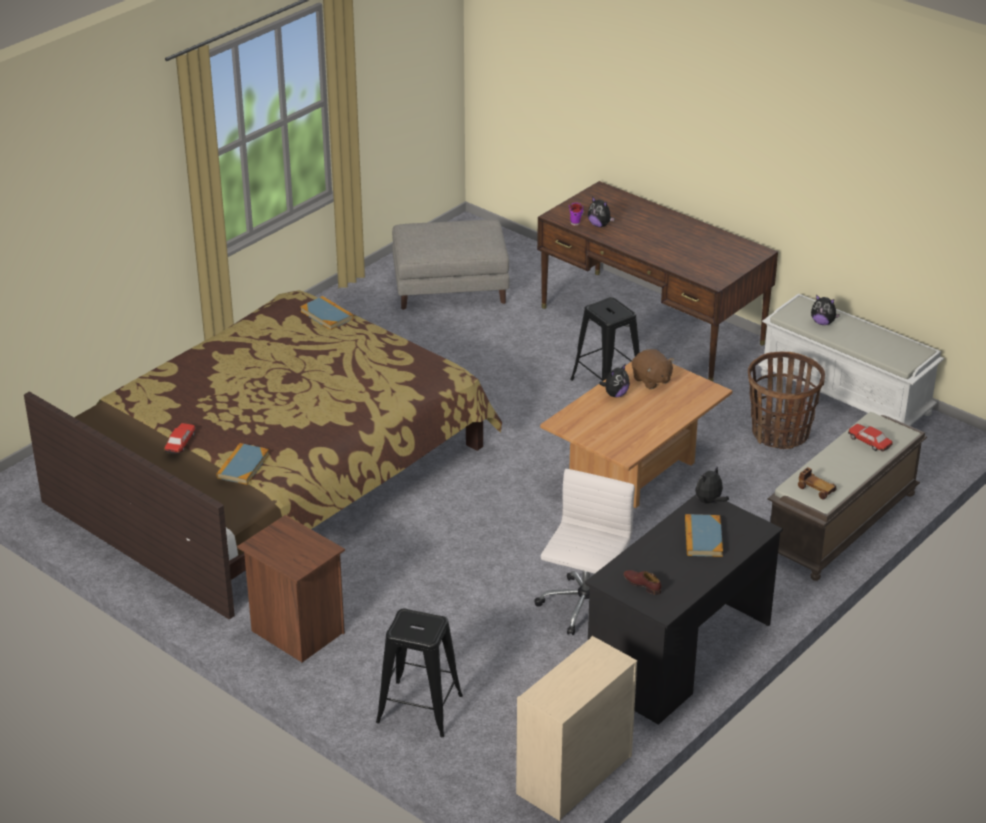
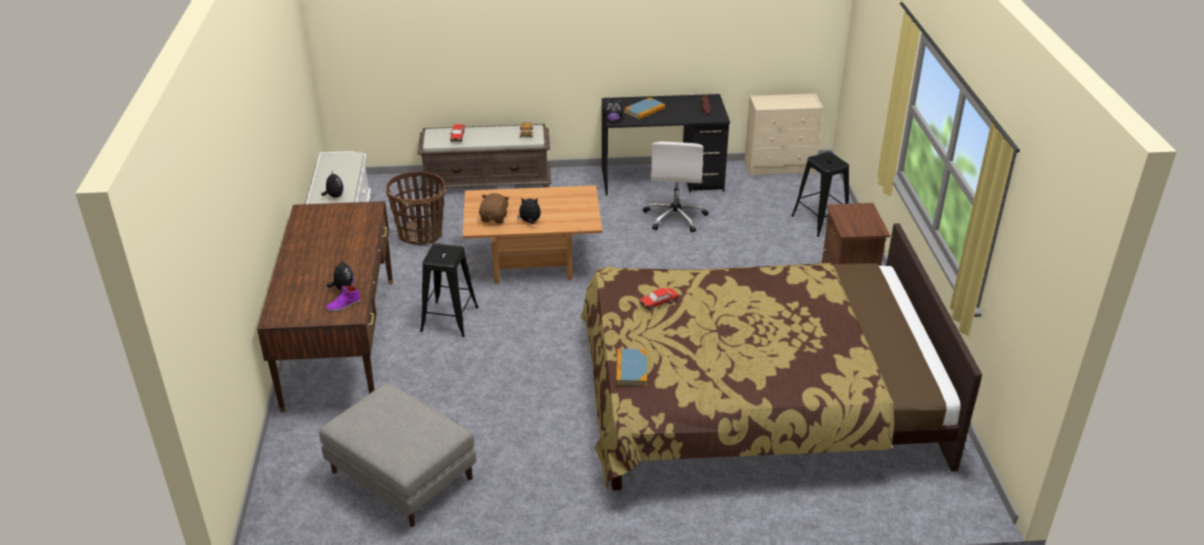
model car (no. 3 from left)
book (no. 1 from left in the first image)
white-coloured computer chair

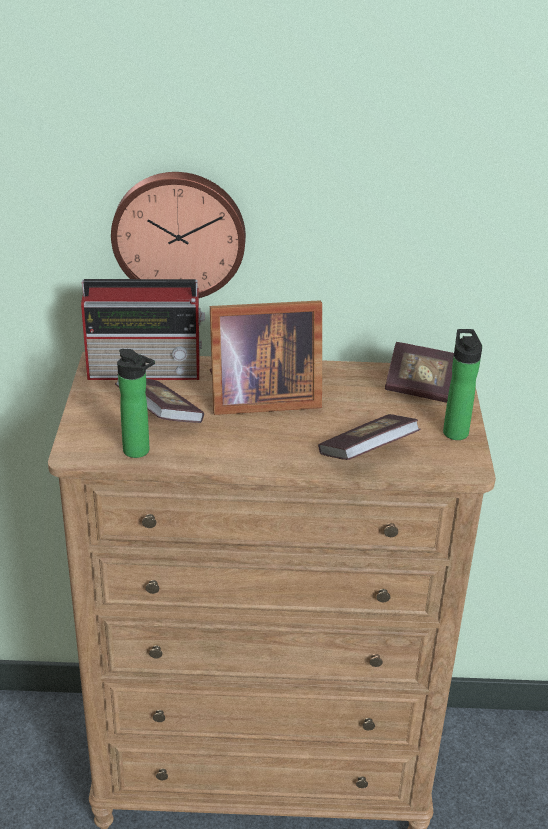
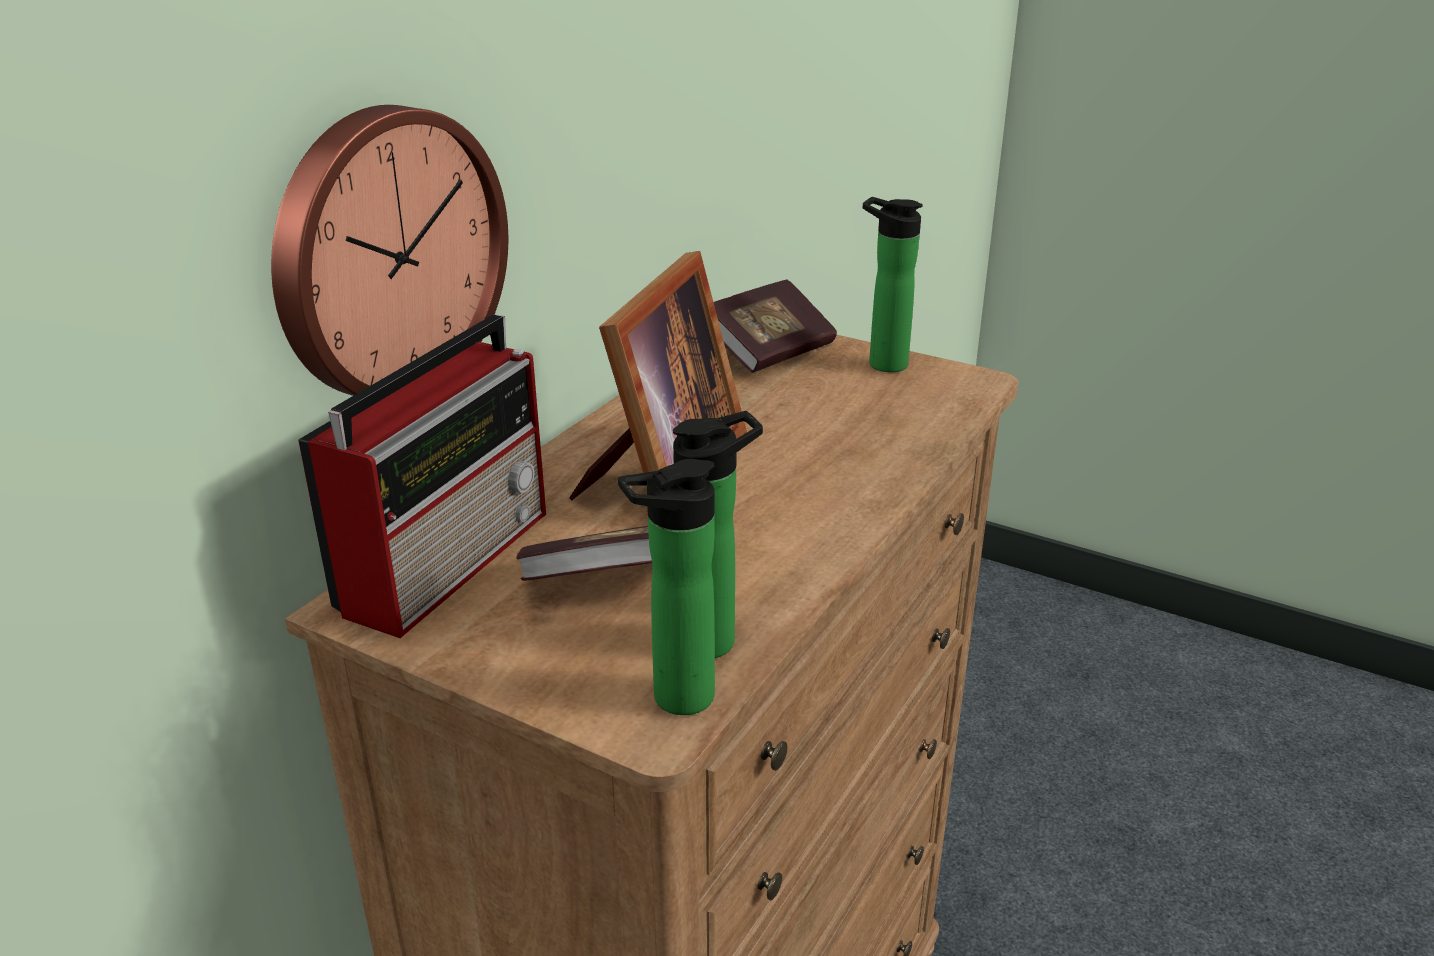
book (no. 2 from left in the first image)
drink bottle (no. 1 from left)

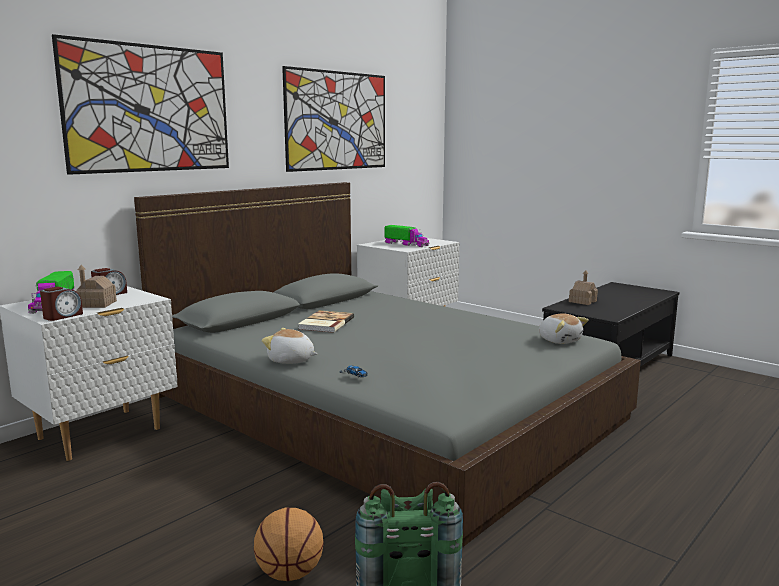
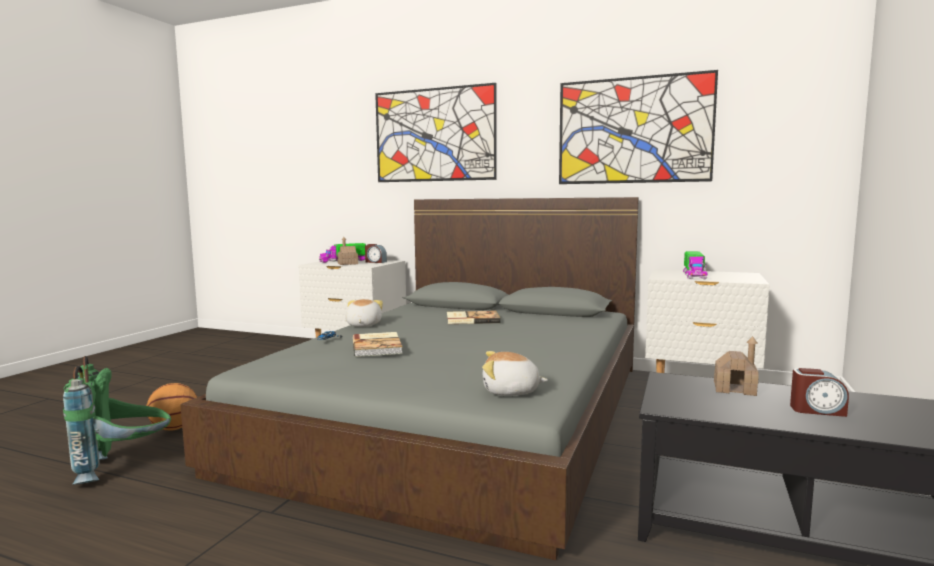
table clock (no. 2 from left)
plush toy (no. 2 from left)
book (no. 1 from left)

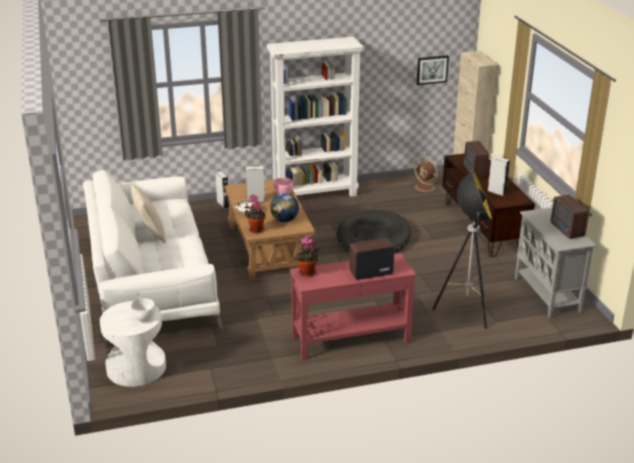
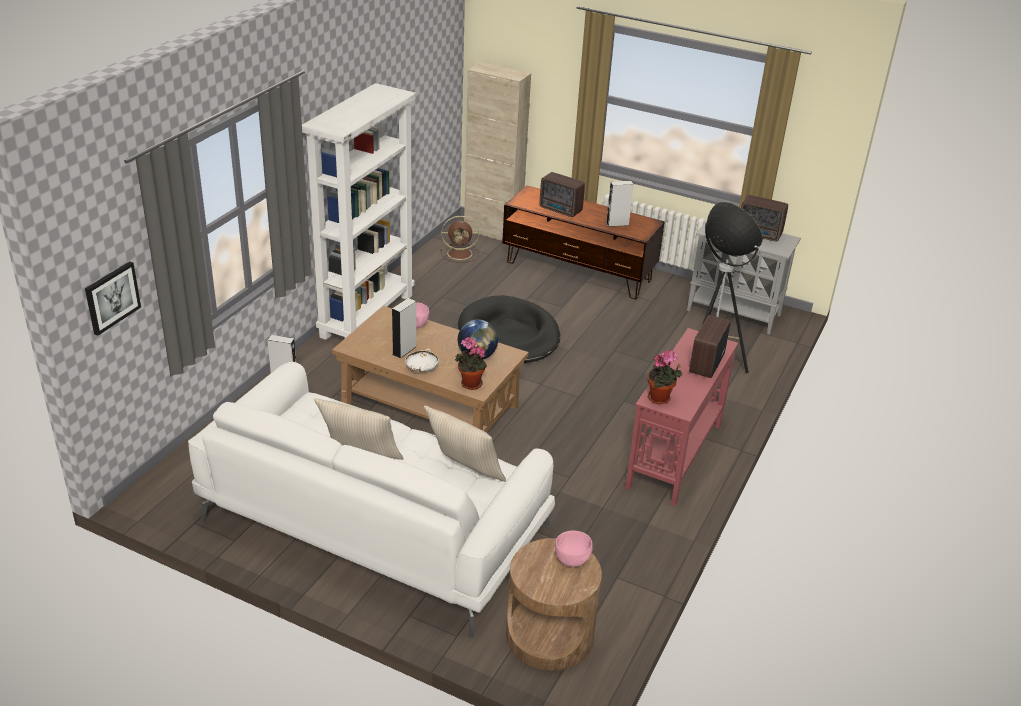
brownish side table
pinkish deep dish (no. 2 from left)
wall art
beige pillow (no. 2 from left)

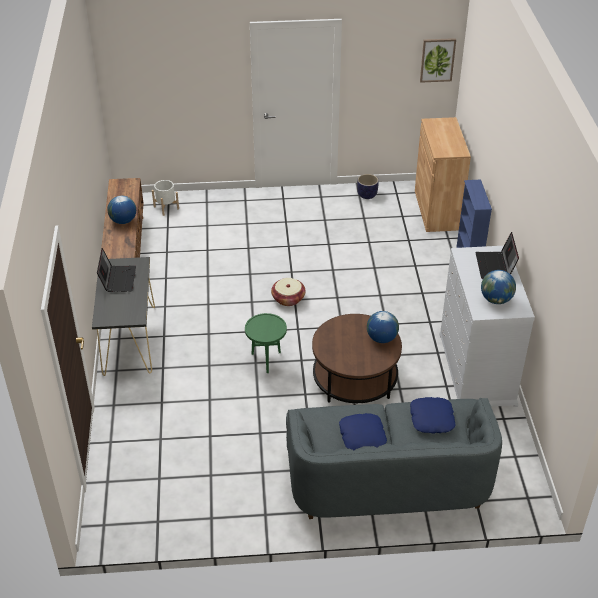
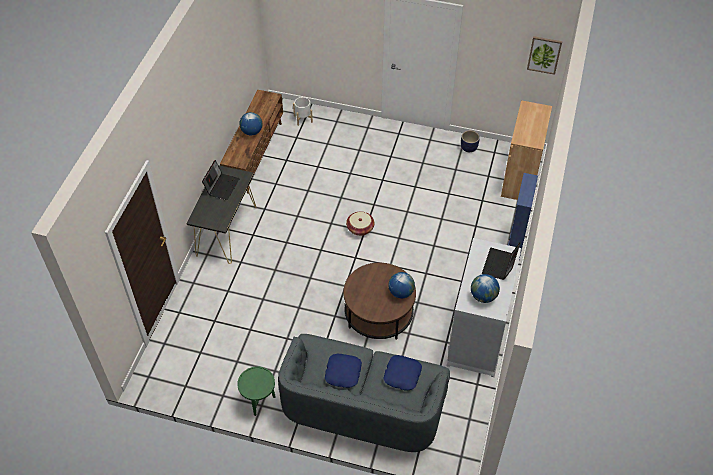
green-coloured side table

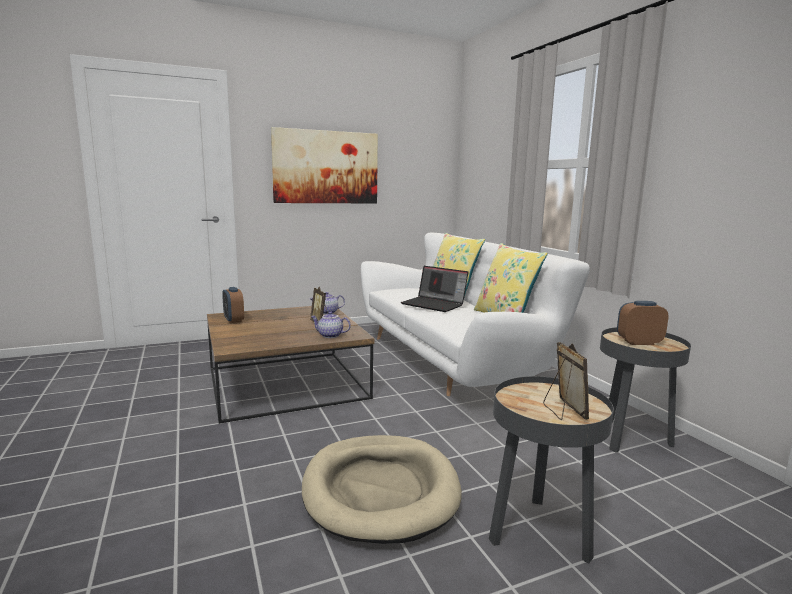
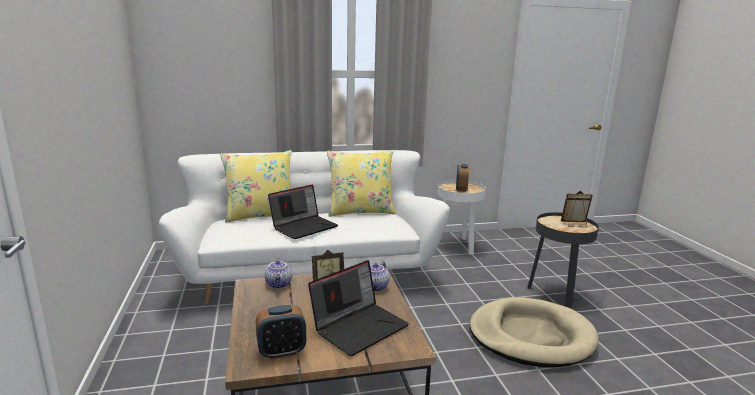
wall art
white-coloured side table
laptop (no. 2 from left)

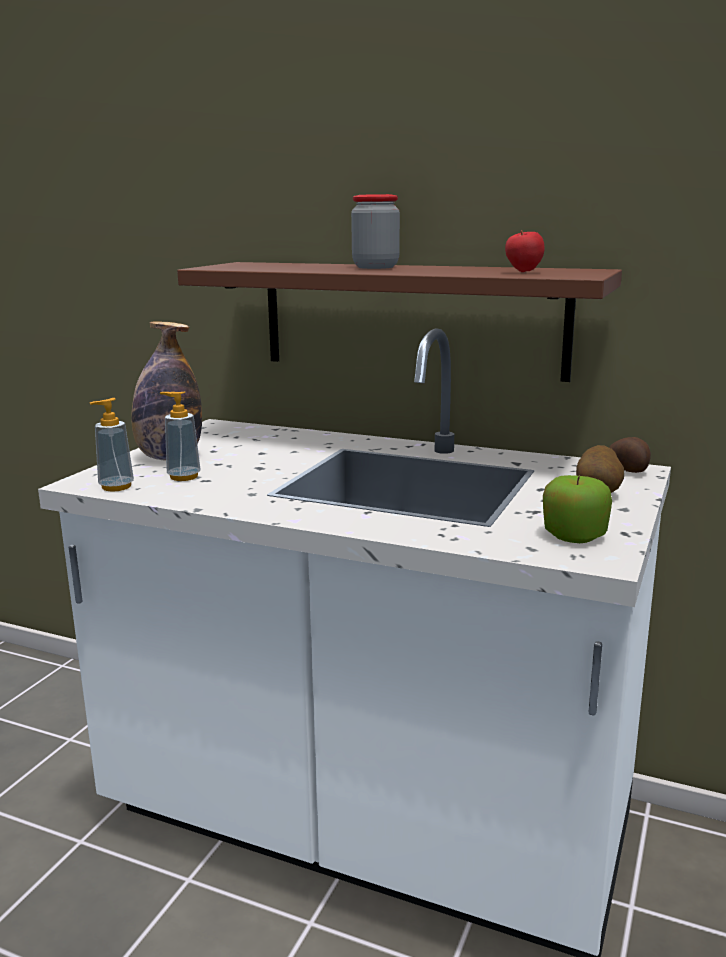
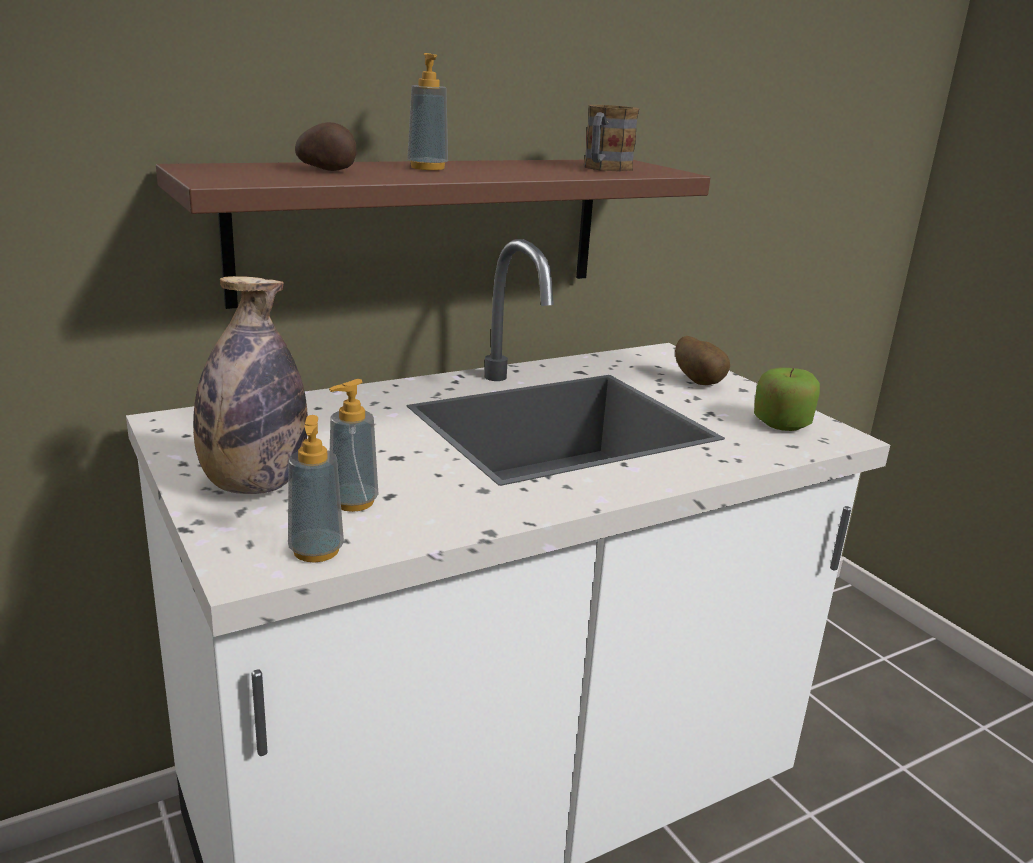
soap dispenser (no. 3 from left)
tea mug
potato (no. 1 from left)

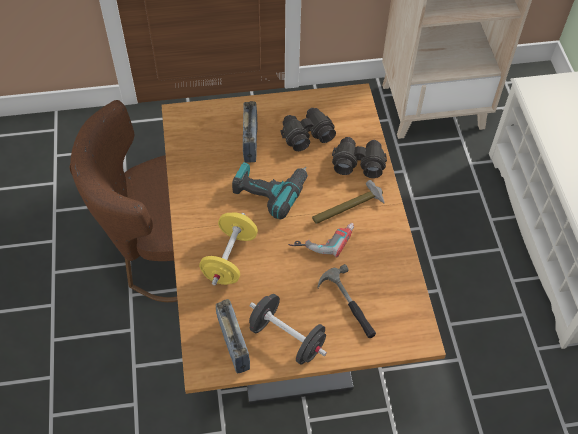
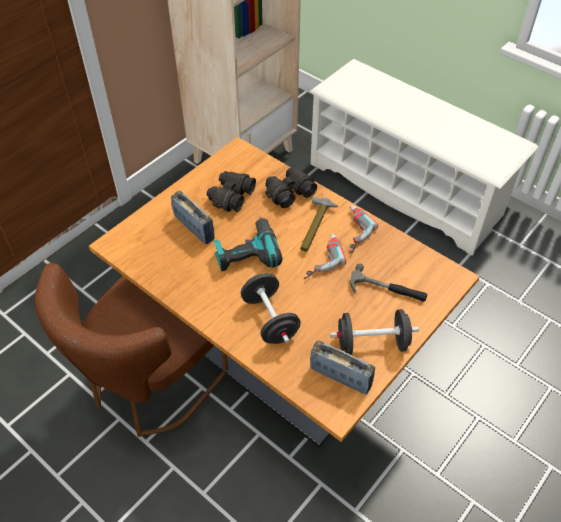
black-coloured free weight (no. 1 from left)
electric drill (no. 3 from left)

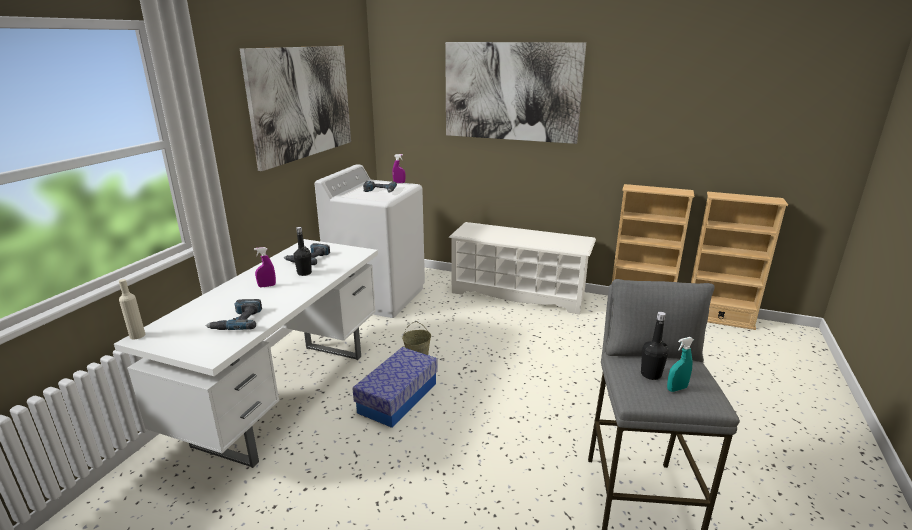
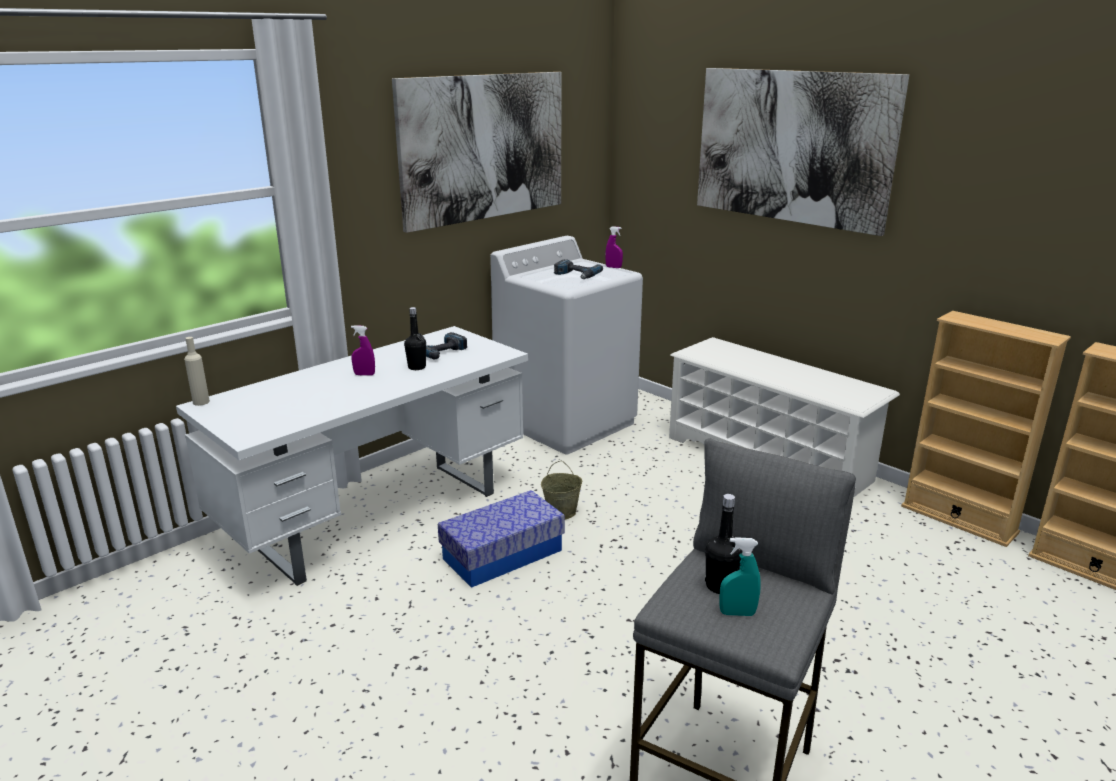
electric drill (no. 1 from left in the first image)

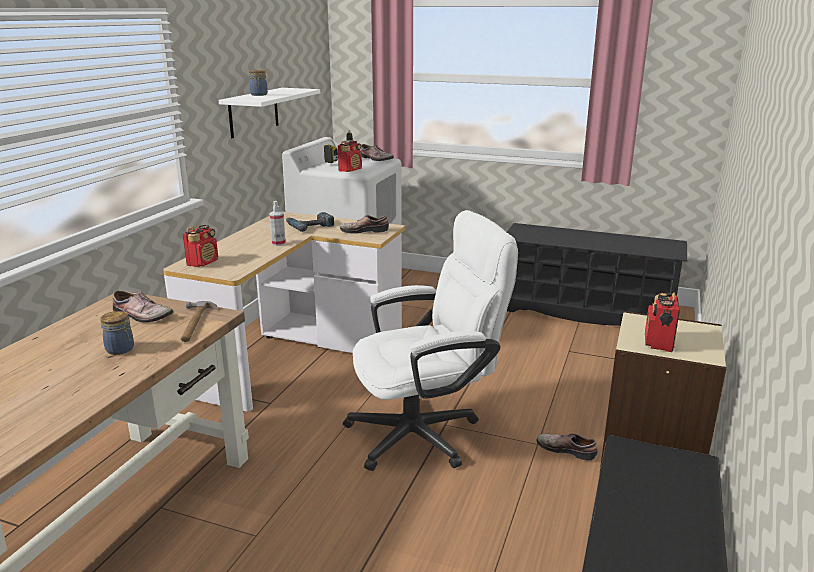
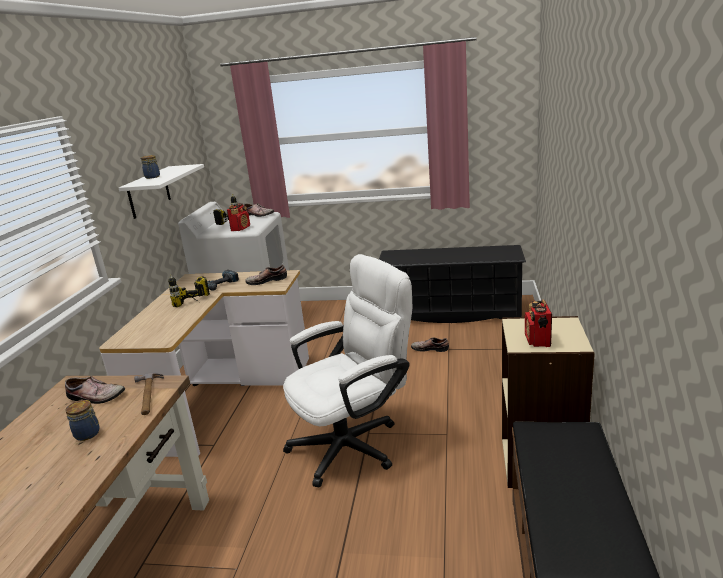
radio (no. 1 from left in the first image)
electric drill (no. 1 from left)
low shoe (no. 4 from left)

